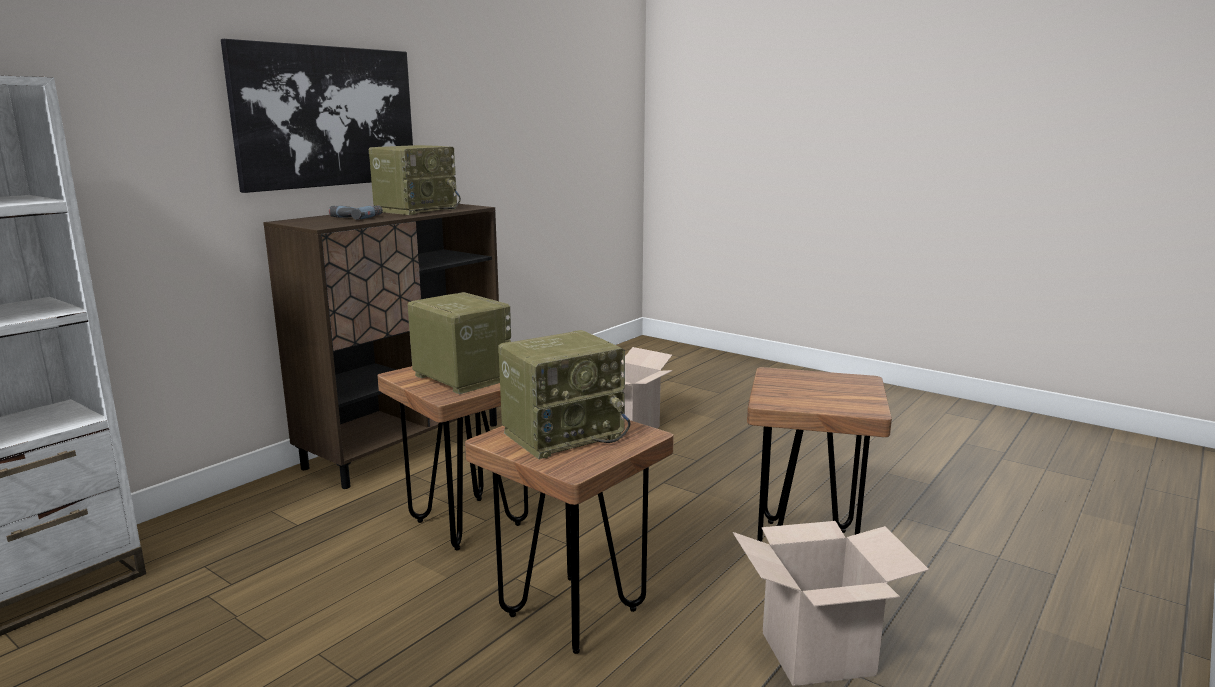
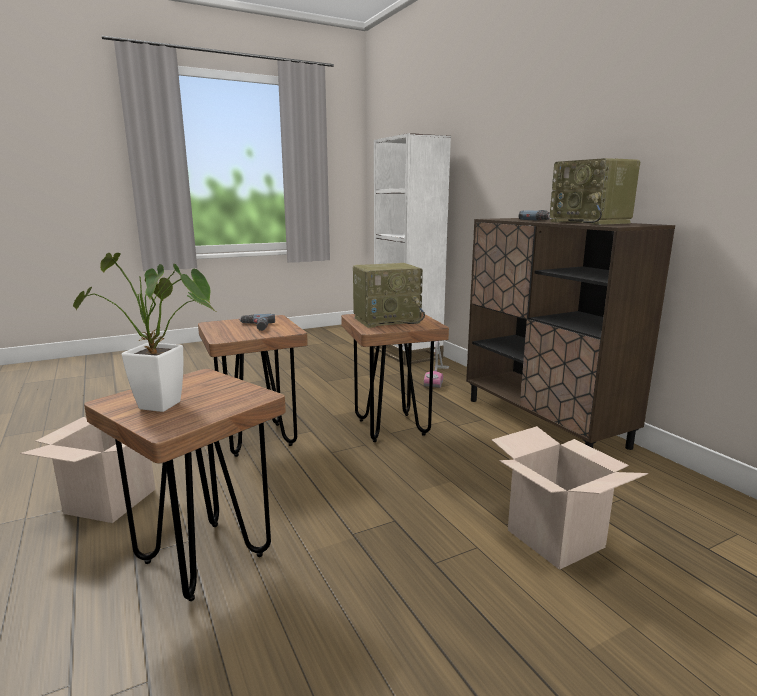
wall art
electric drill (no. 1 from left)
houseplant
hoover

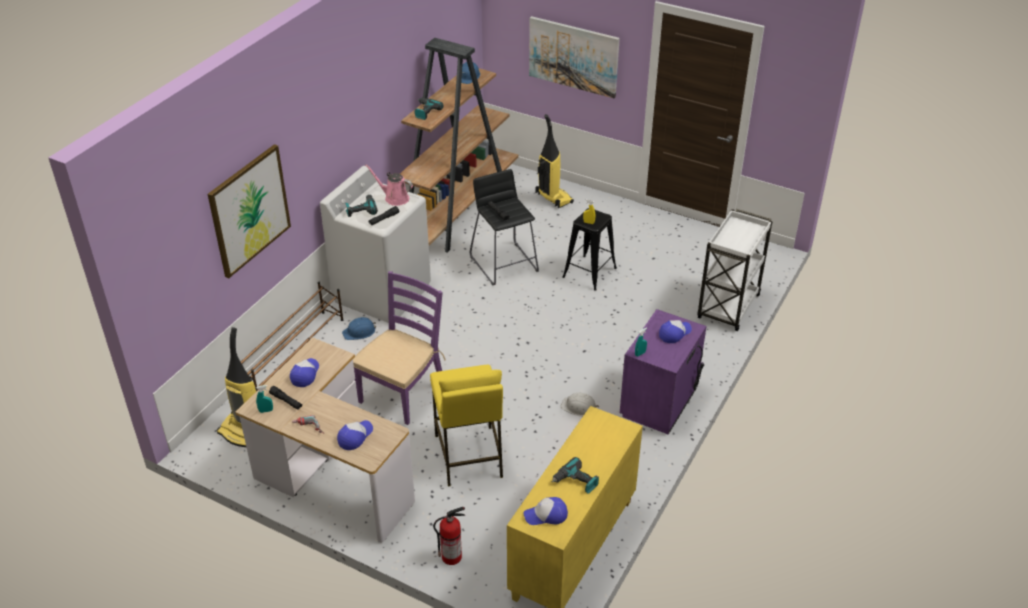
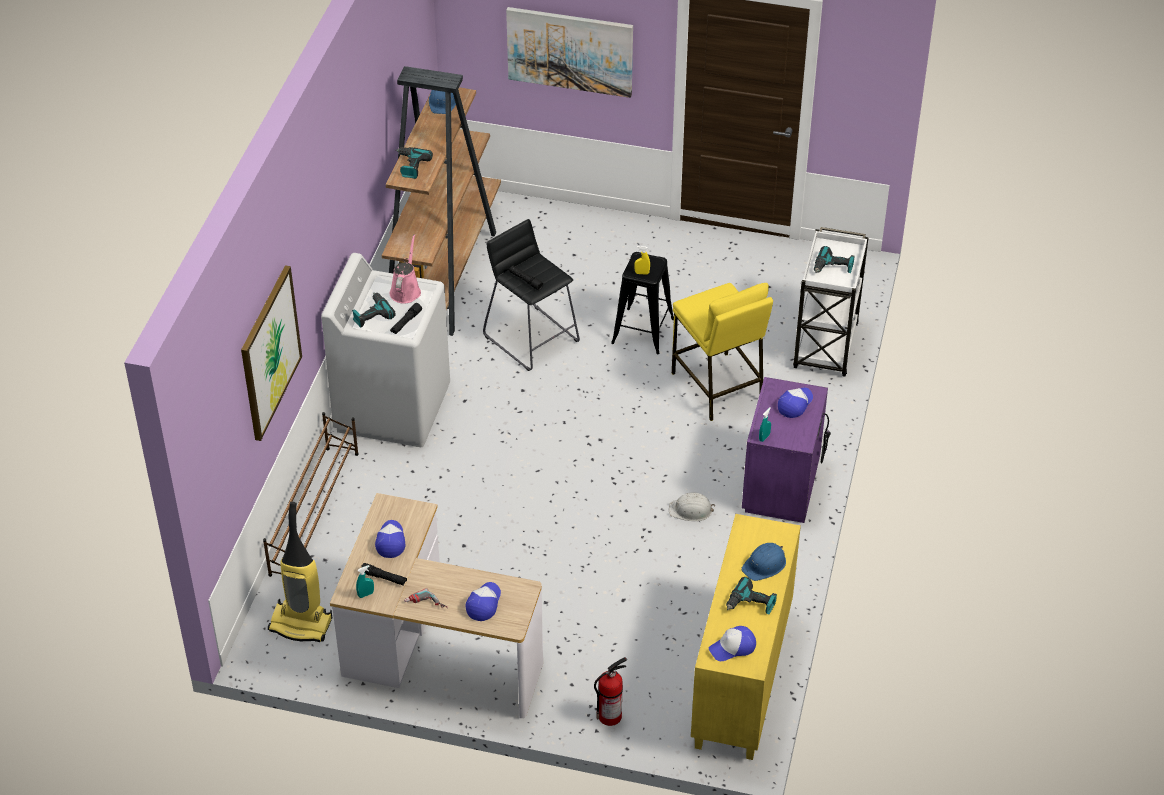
bluish work helmet (no. 2 from left)
purple chair
pinkish sprinkling can
yellowish sitting stool
hoover (no. 2 from left in the first image)
electric drill (no. 5 from left)

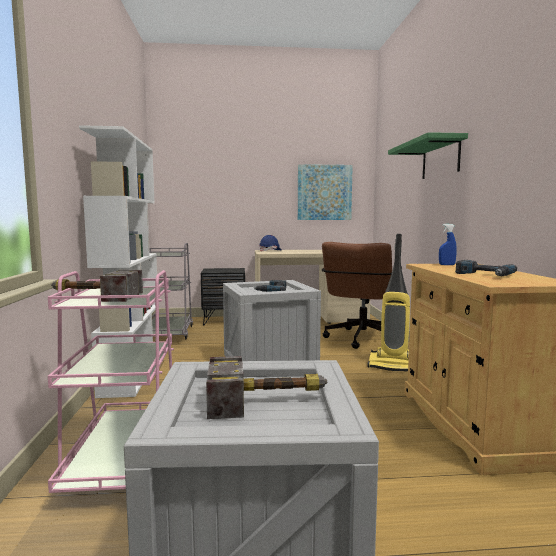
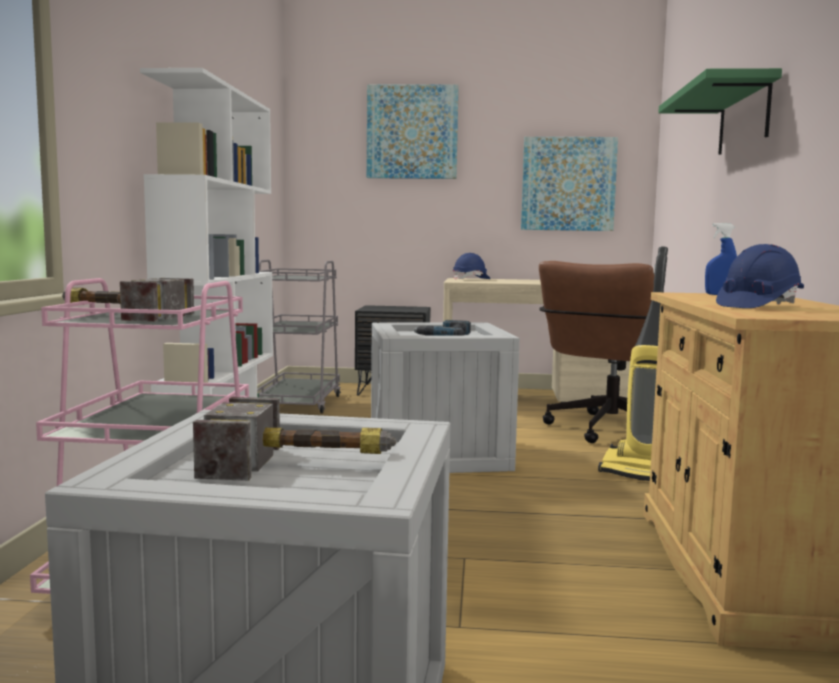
bluish work helmet (no. 2 from left)
wall art (no. 1 from left)

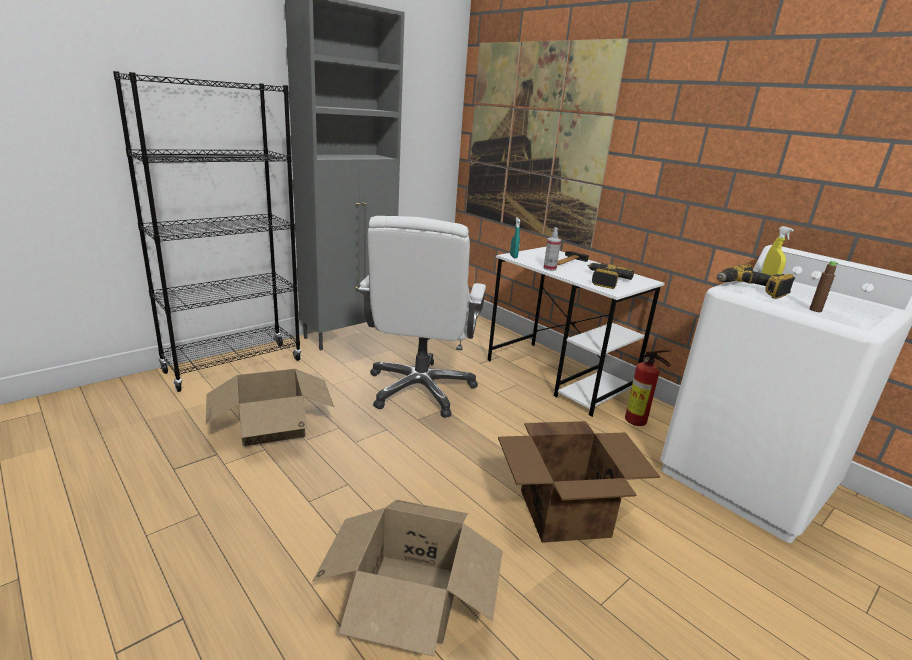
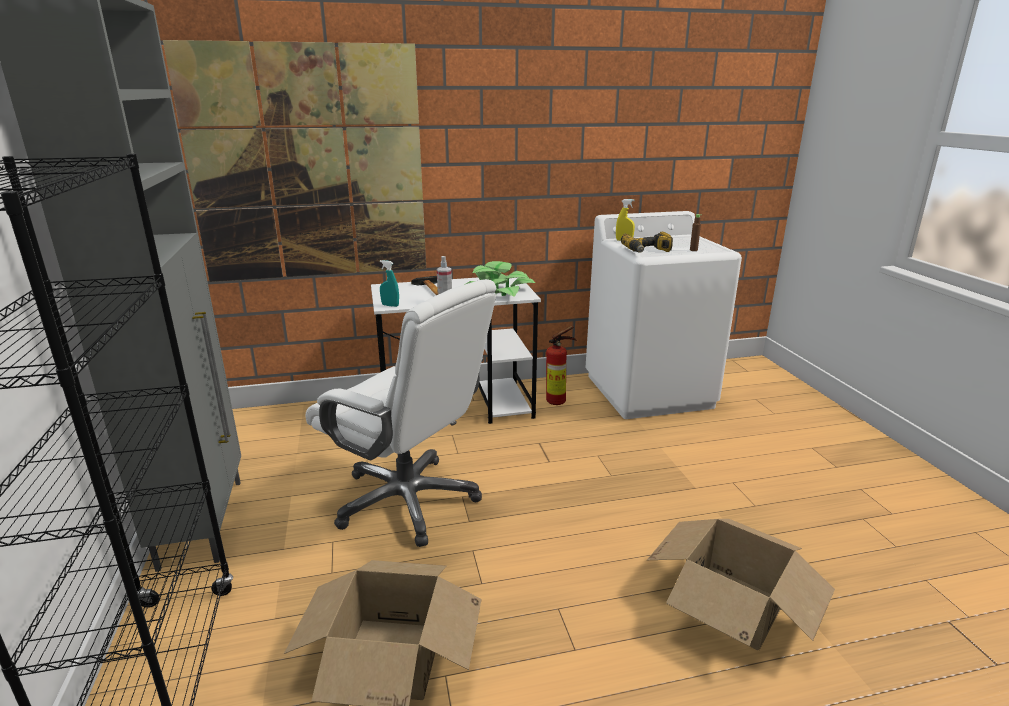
packing box (no. 3 from left in the first image)
houseplant

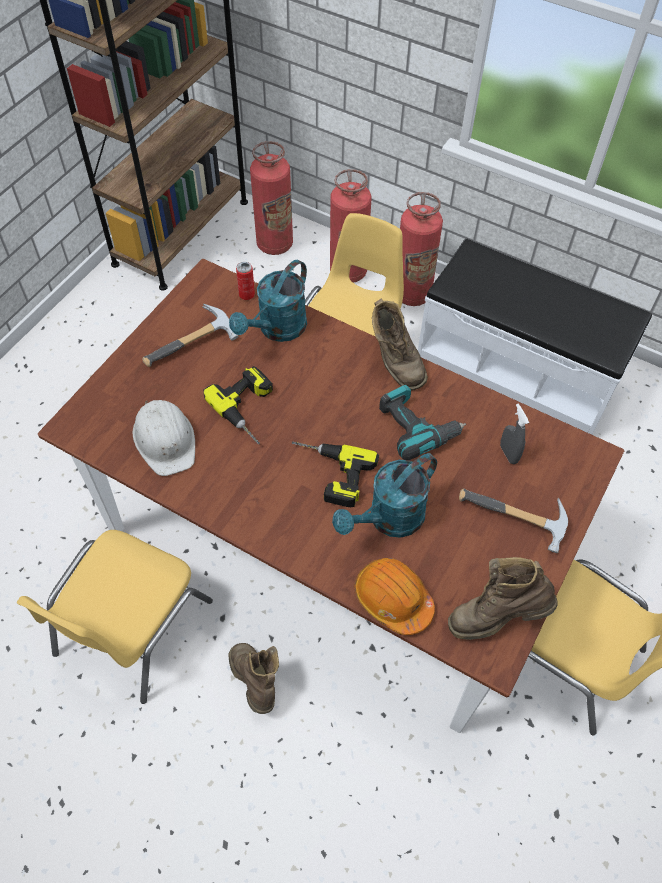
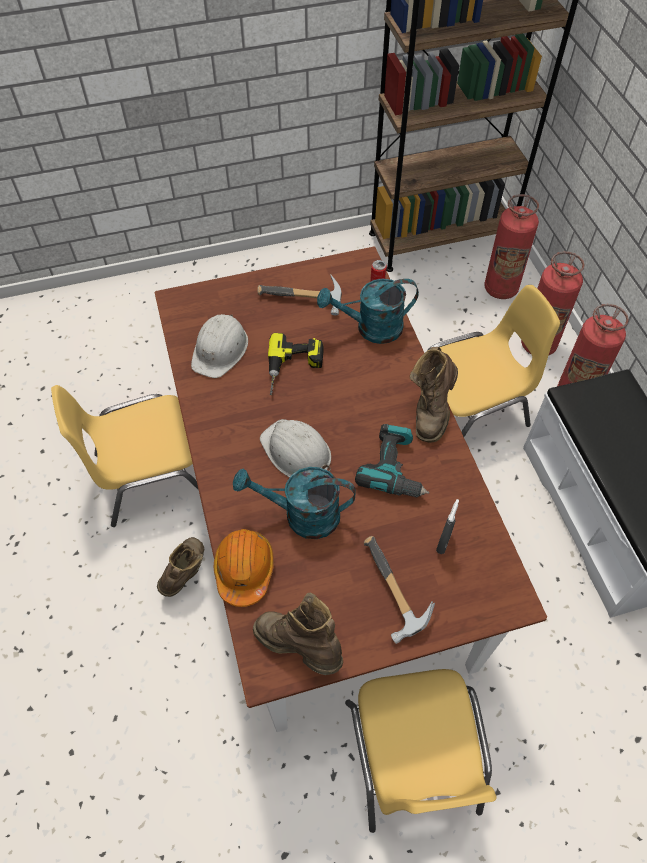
white-coloured work helmet (no. 2 from left)

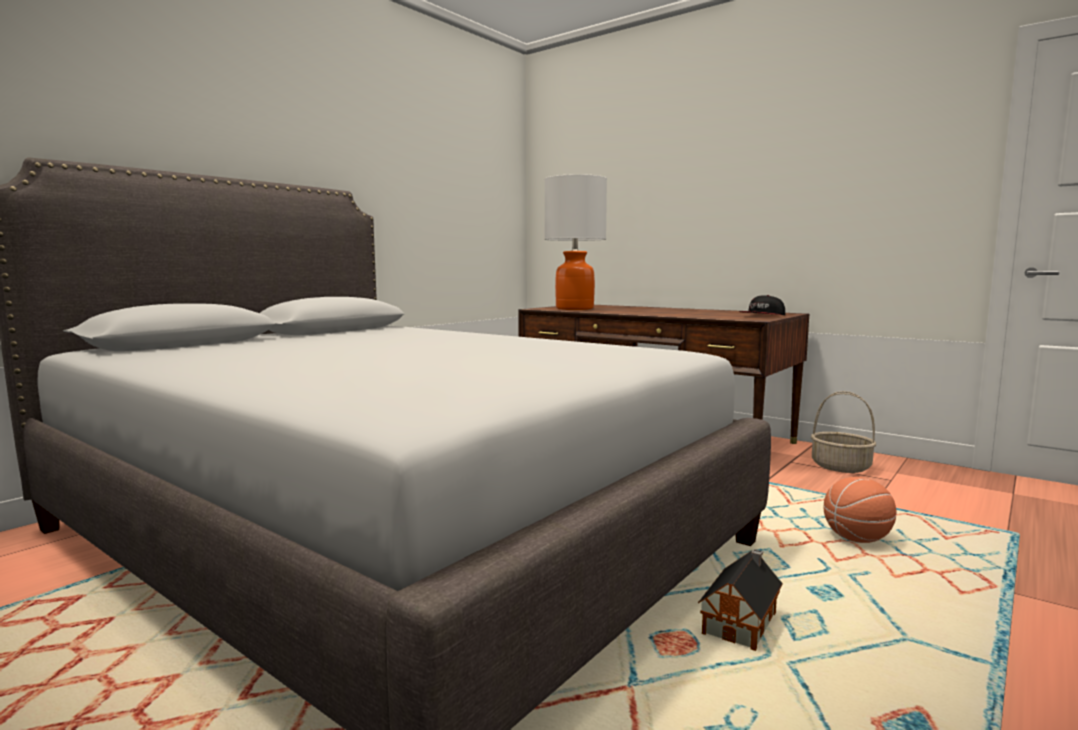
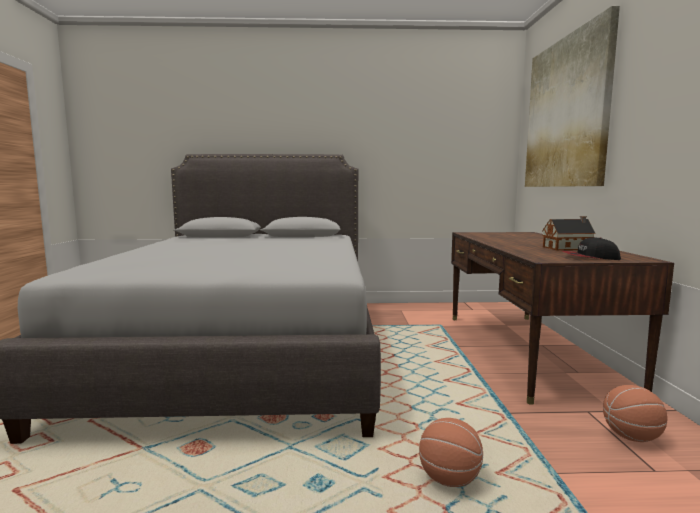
lamp for a table
miniature house
ball for basketball (no. 2 from left)
wall art

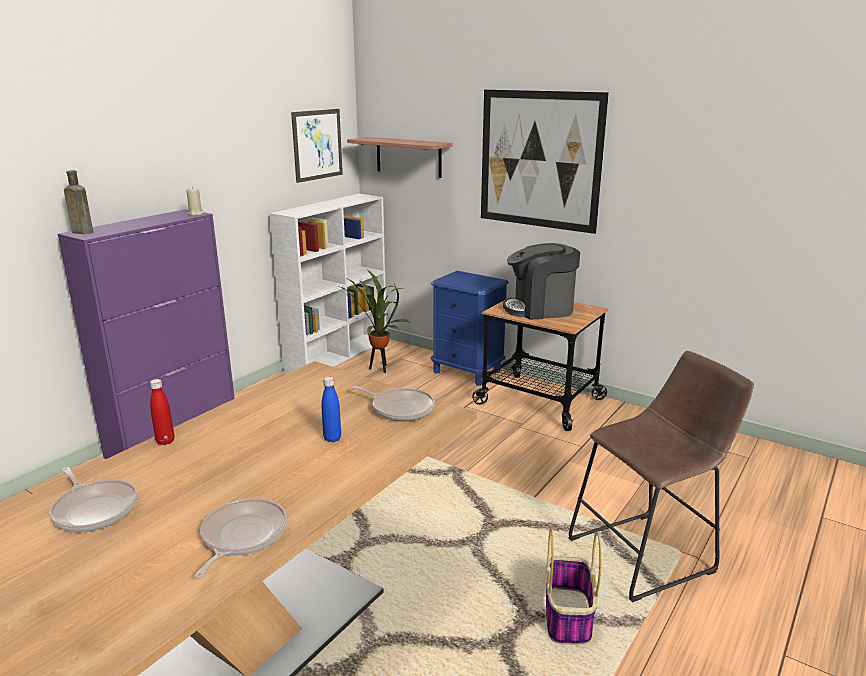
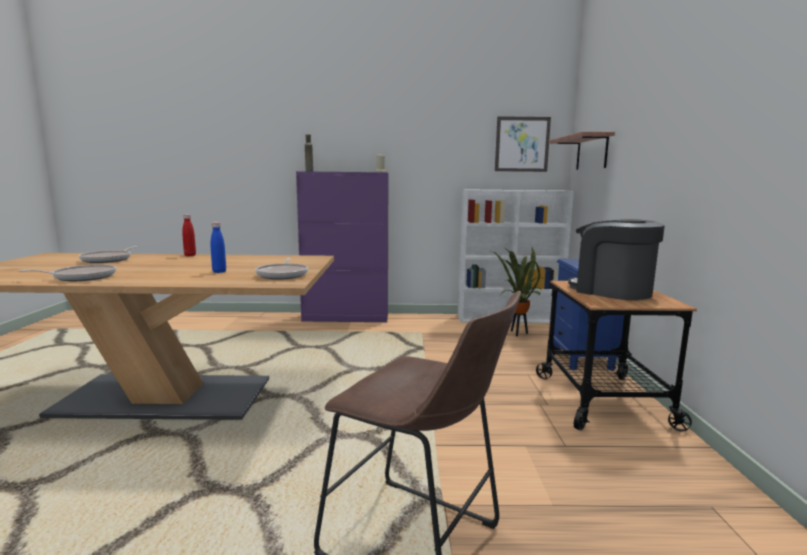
wall art (no. 2 from left in the first image)
basket

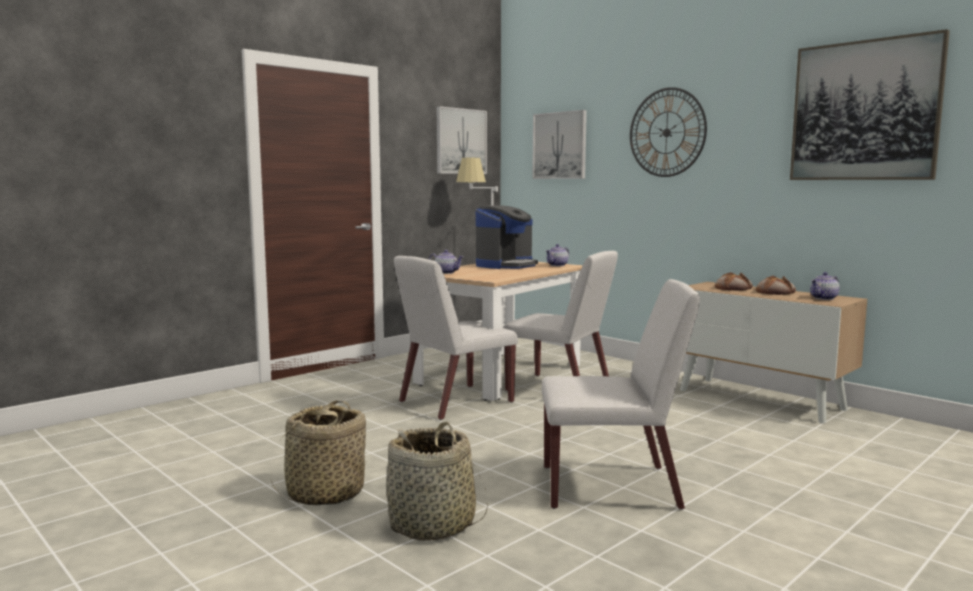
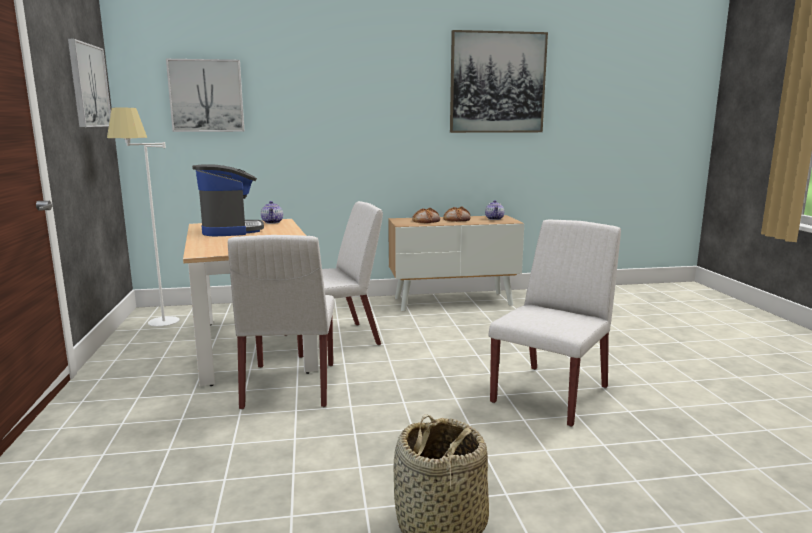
basket (no. 2 from left in the first image)
tea pot (no. 1 from left in the first image)
hanging clock

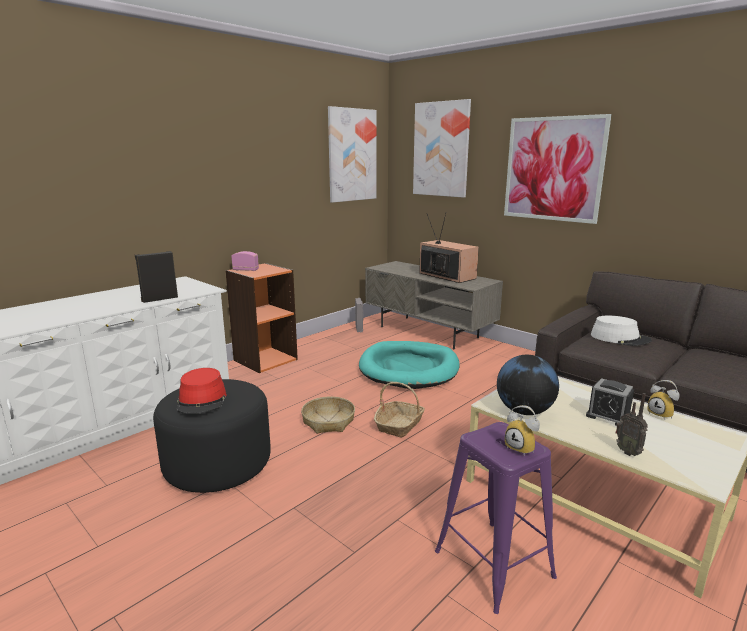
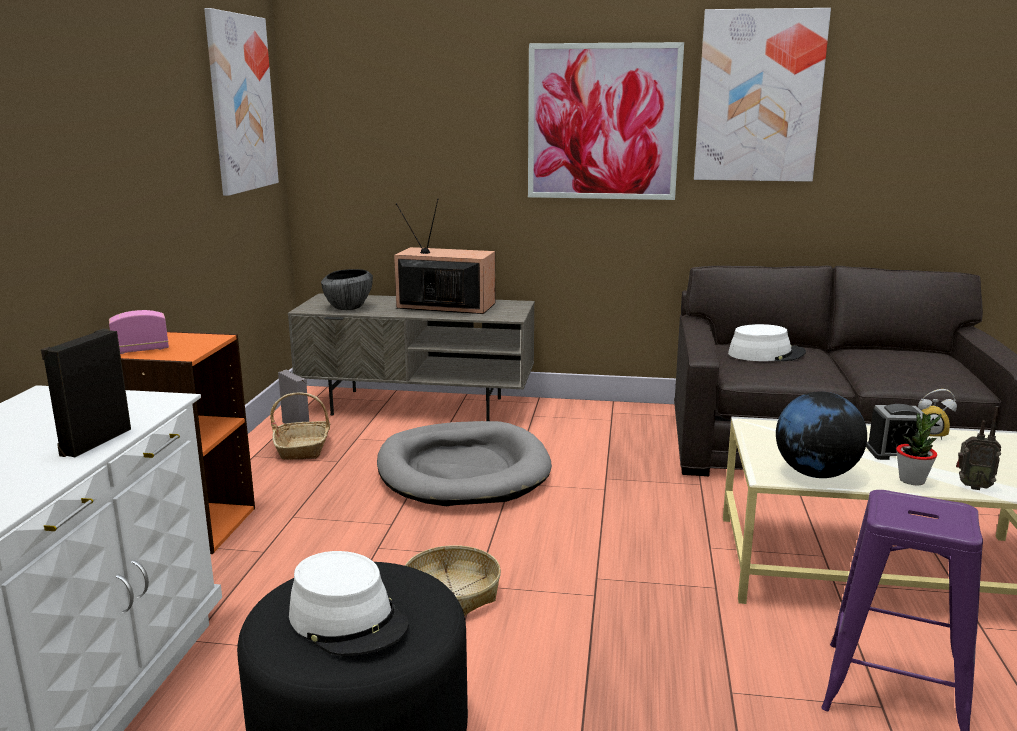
white-coloured hat (no. 1 from left)
greyish pet bed
basket (no. 1 from left)
wall art (no. 3 from left)
table clock (no. 1 from left in the first image)
deep dish
houseplant

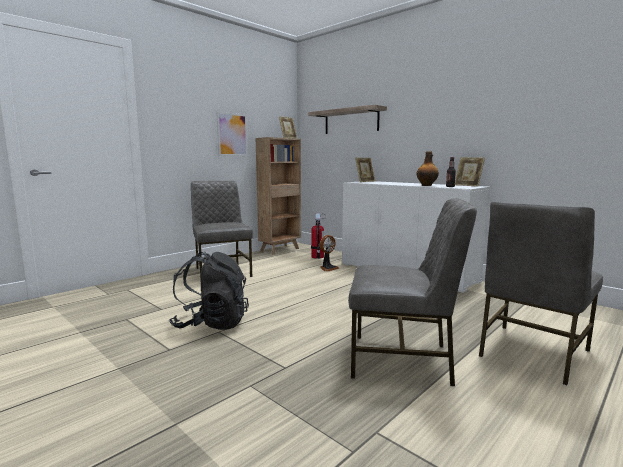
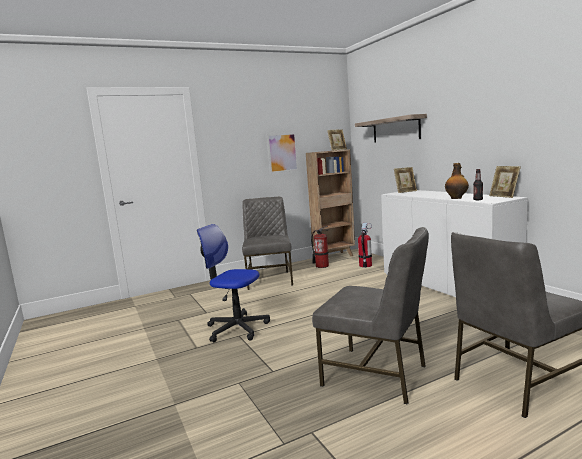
computer chair
fan
fire extinguisher (no. 1 from left)

